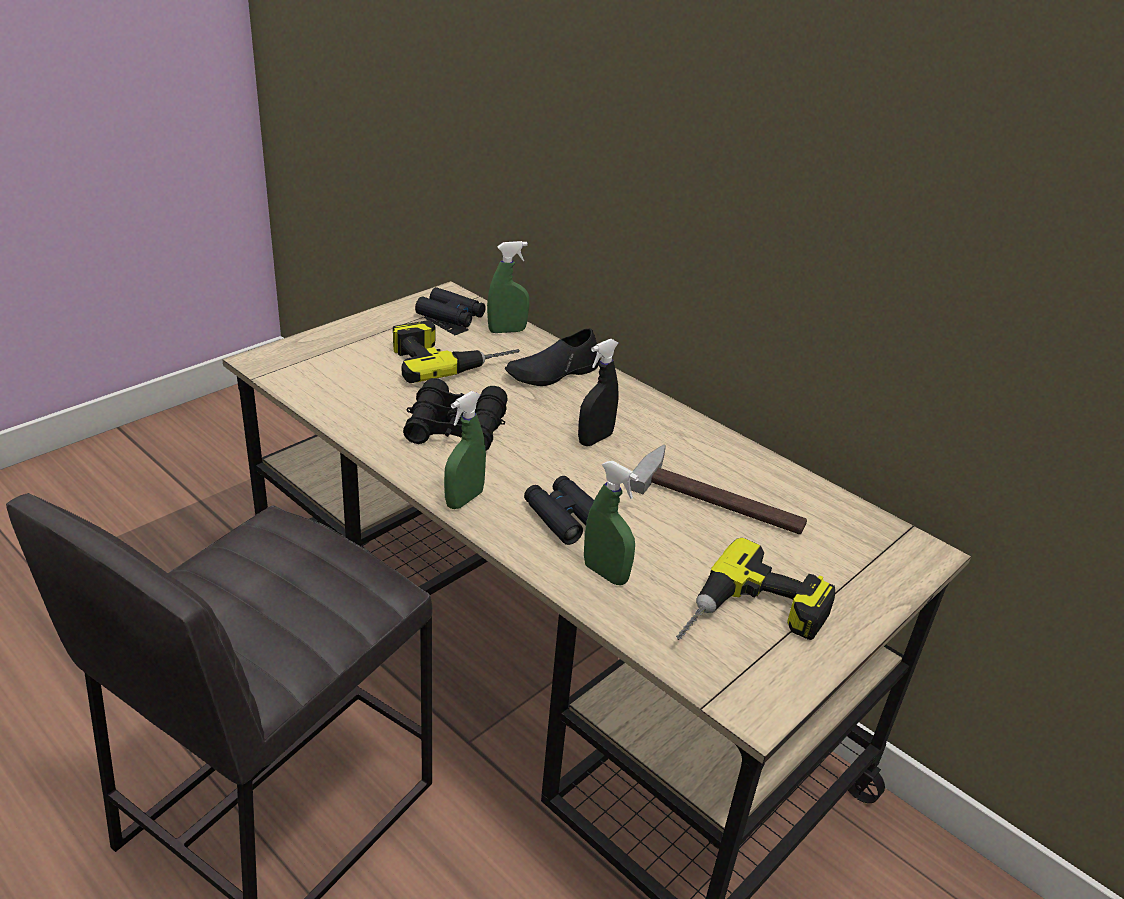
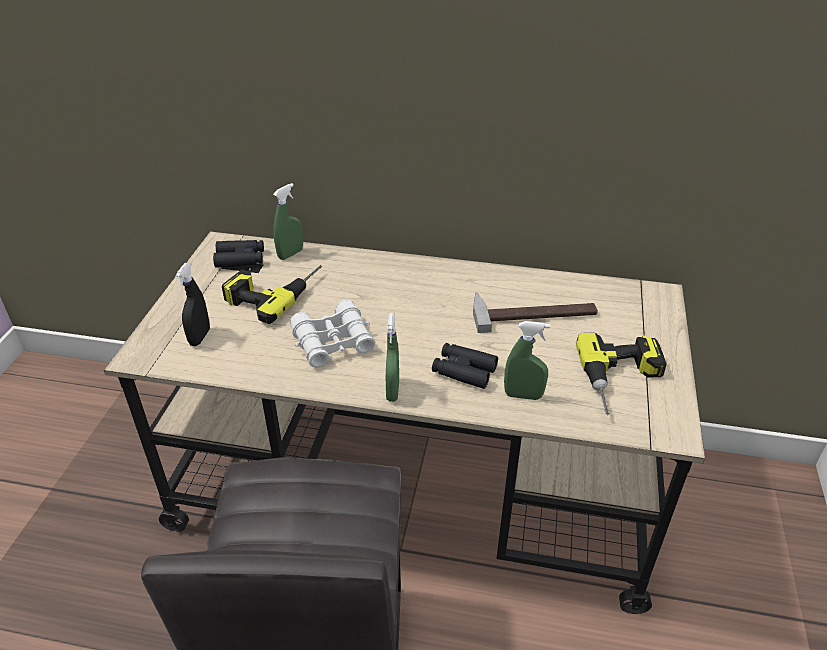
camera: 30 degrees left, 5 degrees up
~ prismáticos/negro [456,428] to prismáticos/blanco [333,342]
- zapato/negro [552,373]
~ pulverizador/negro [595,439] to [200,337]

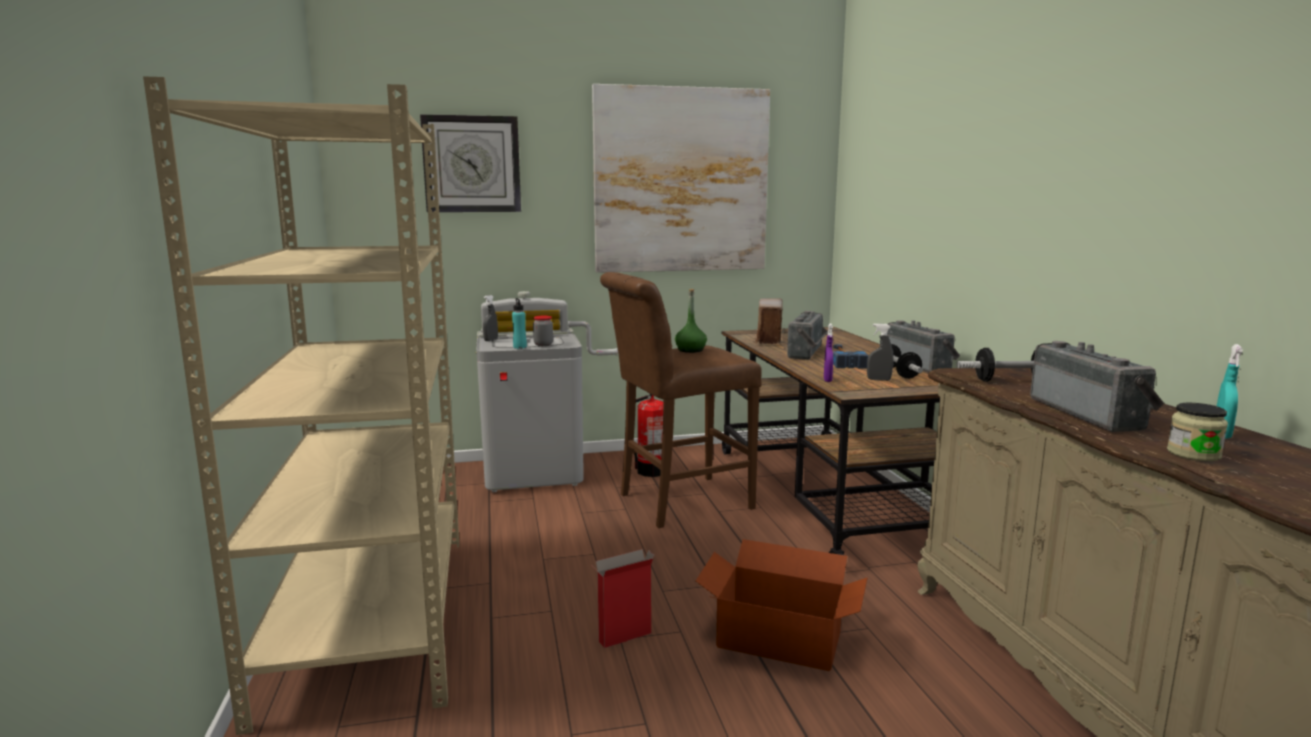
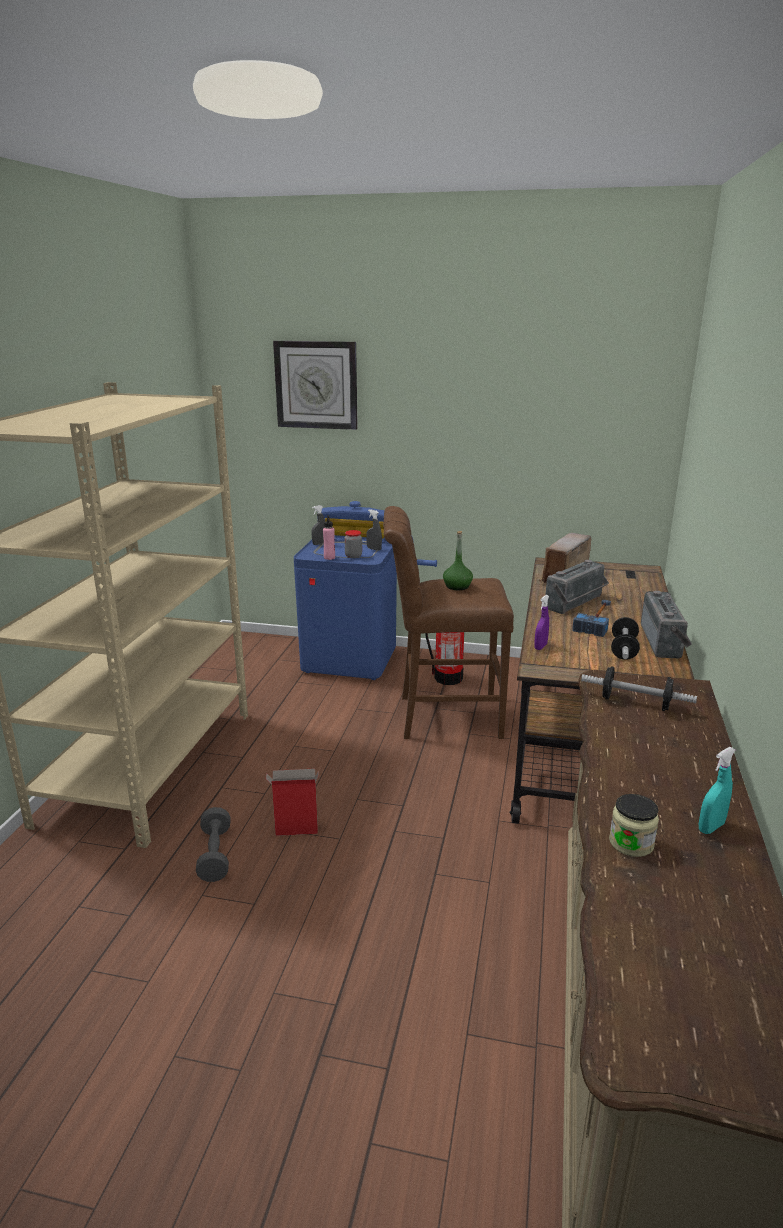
camera: 25 degrees right, 10 degrees up
~ lavadora/gris [535,473] to lavadora/azul [352,660]
~ botella/turquesa [520,347] to botella/rosa [329,557]
- cuadro [681,181]
- caja de cartón [780,640]
~ pulverizador/gris [879,380] to [374,549]
- radio [1090,414]
+ mancuerna/gris [215,855]

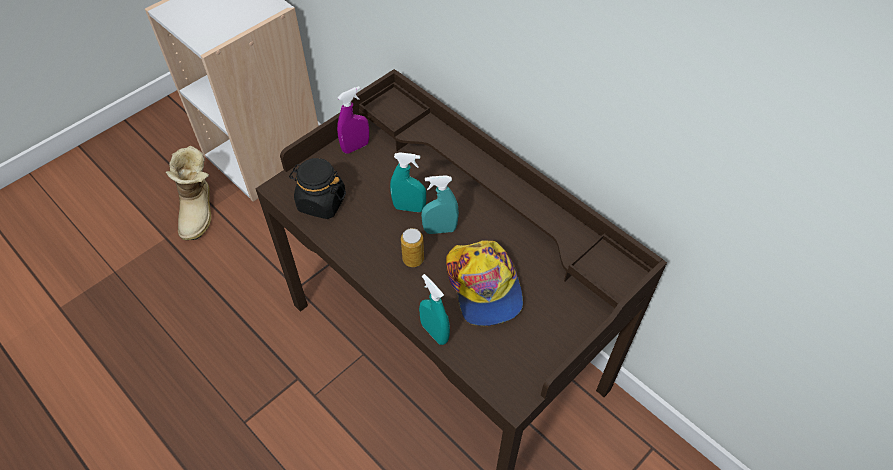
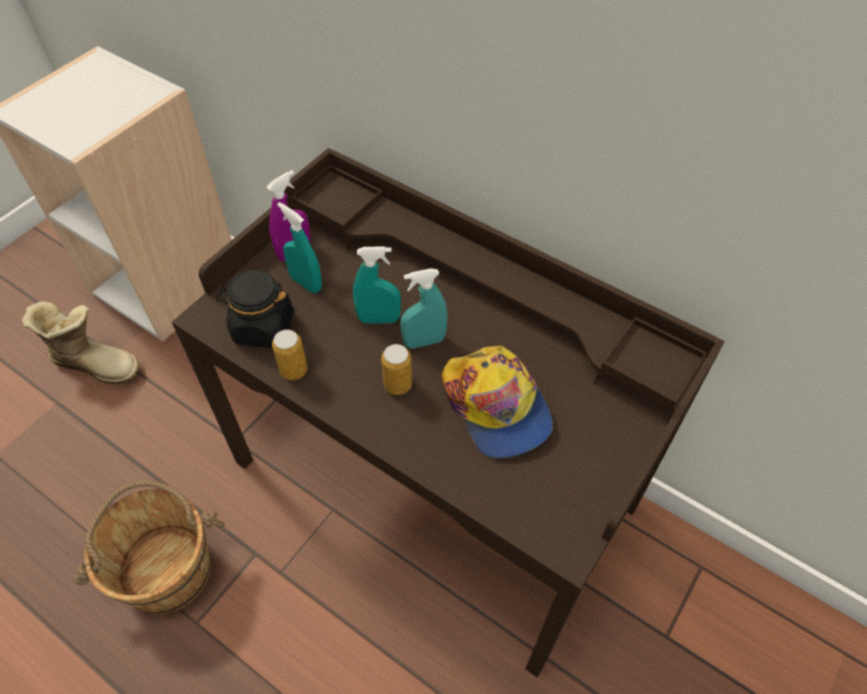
camera: 10 degrees left, 0 degrees up
~ bota [199,211] = [96,362] 60 degrees counterclockwise
~ pulverizador/turquesa [434,332] to [306,283]
+ cubo/marrón [167,568]
+ lata [294,370]

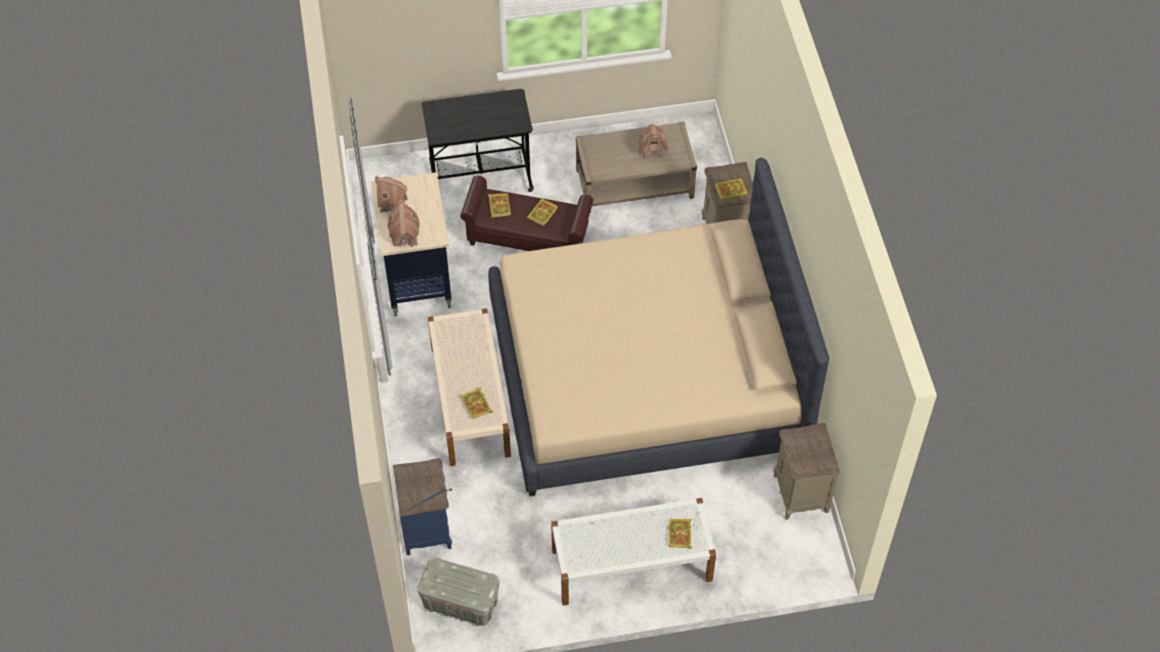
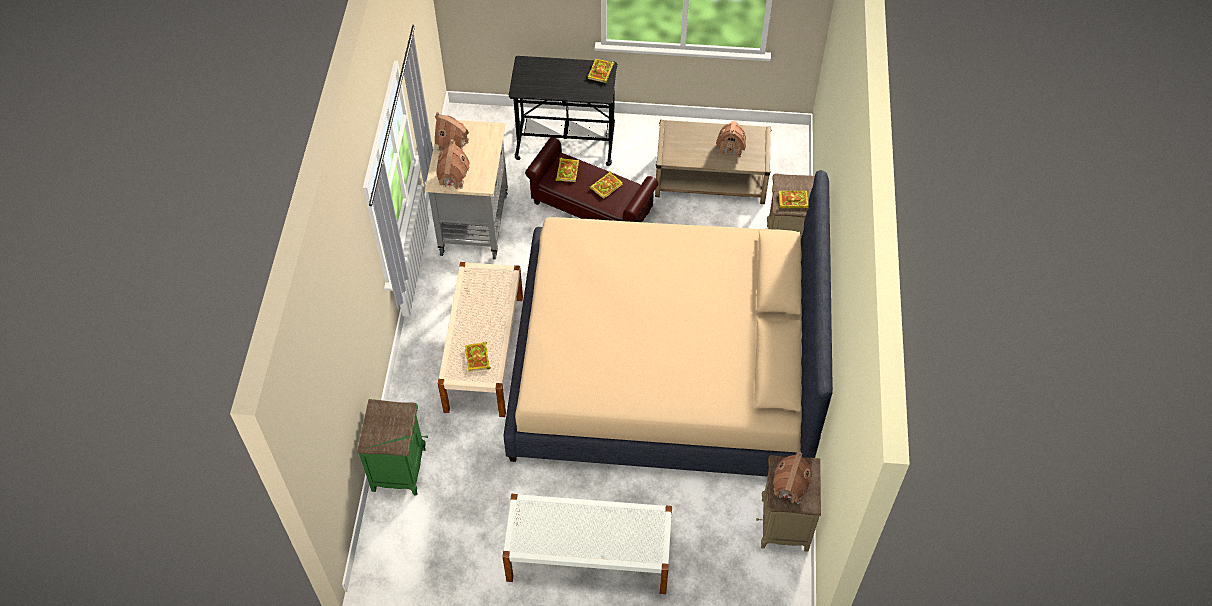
camera: 15 degrees right, 0 degrees up
~ carrito/azul [416,277] to carrito/gris [473,223]
~ mesita de noche/azul [427,528] to mesita de noche/verde [400,469]
- caja de almacenaje/gris [461,603]
~ libro [680,535] to [601,72]
+ casita [789,487]

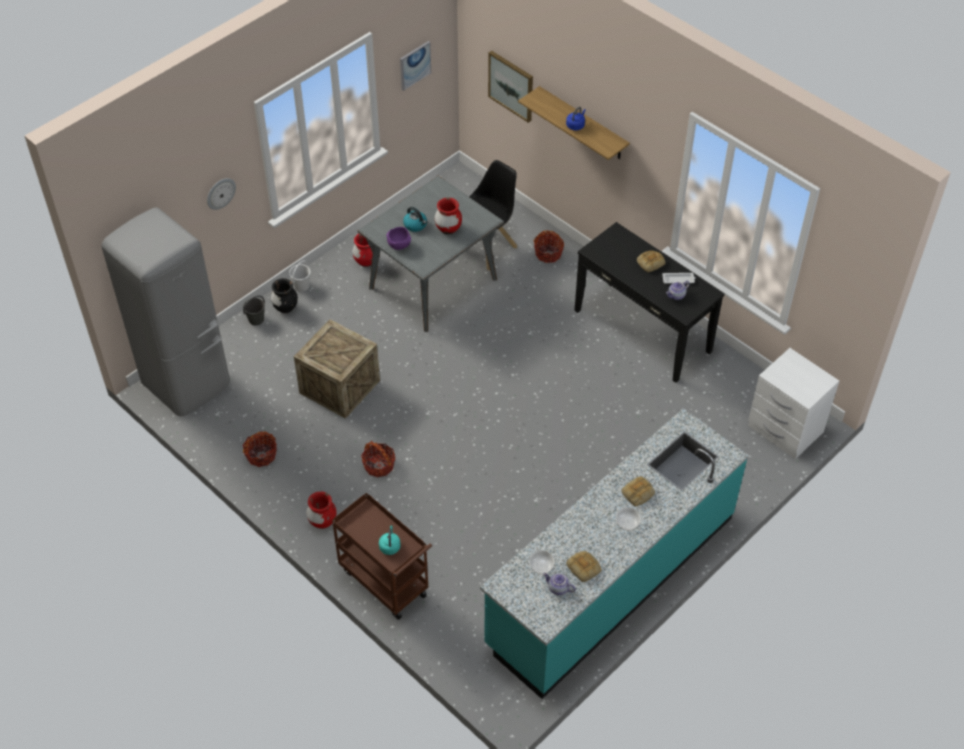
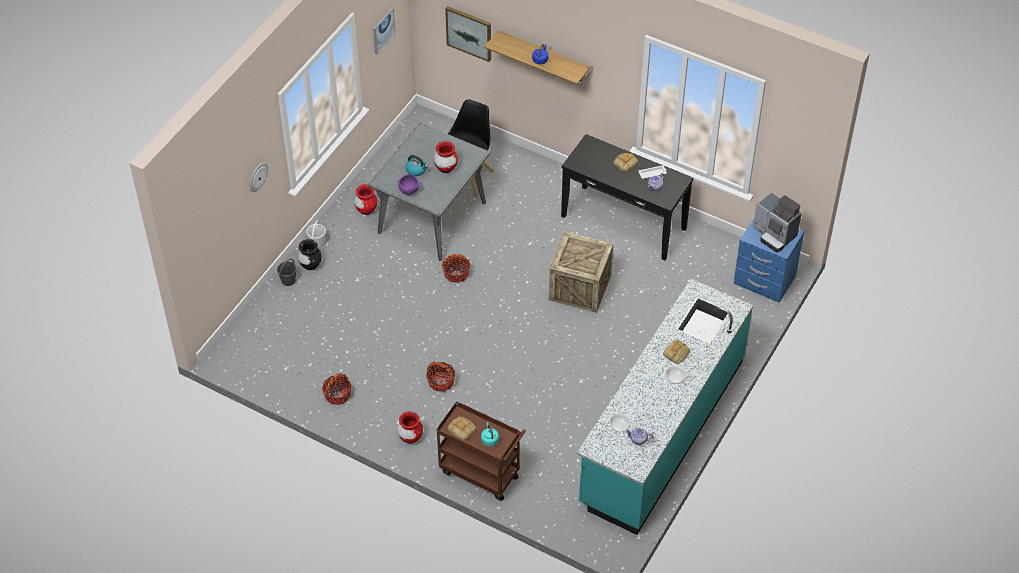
camera: 15 degrees left, 0 degrees up
- nevera/gris [189,384]
~ caja de embalaje [339,387] to [580,288]
~ cesta [548,254] to [456,273]
~ pan [584,568] to [462,429]
~ mesita de noche/blanco [784,430] to mesita de noche/azul [764,281]
+ cafetera [774,235]

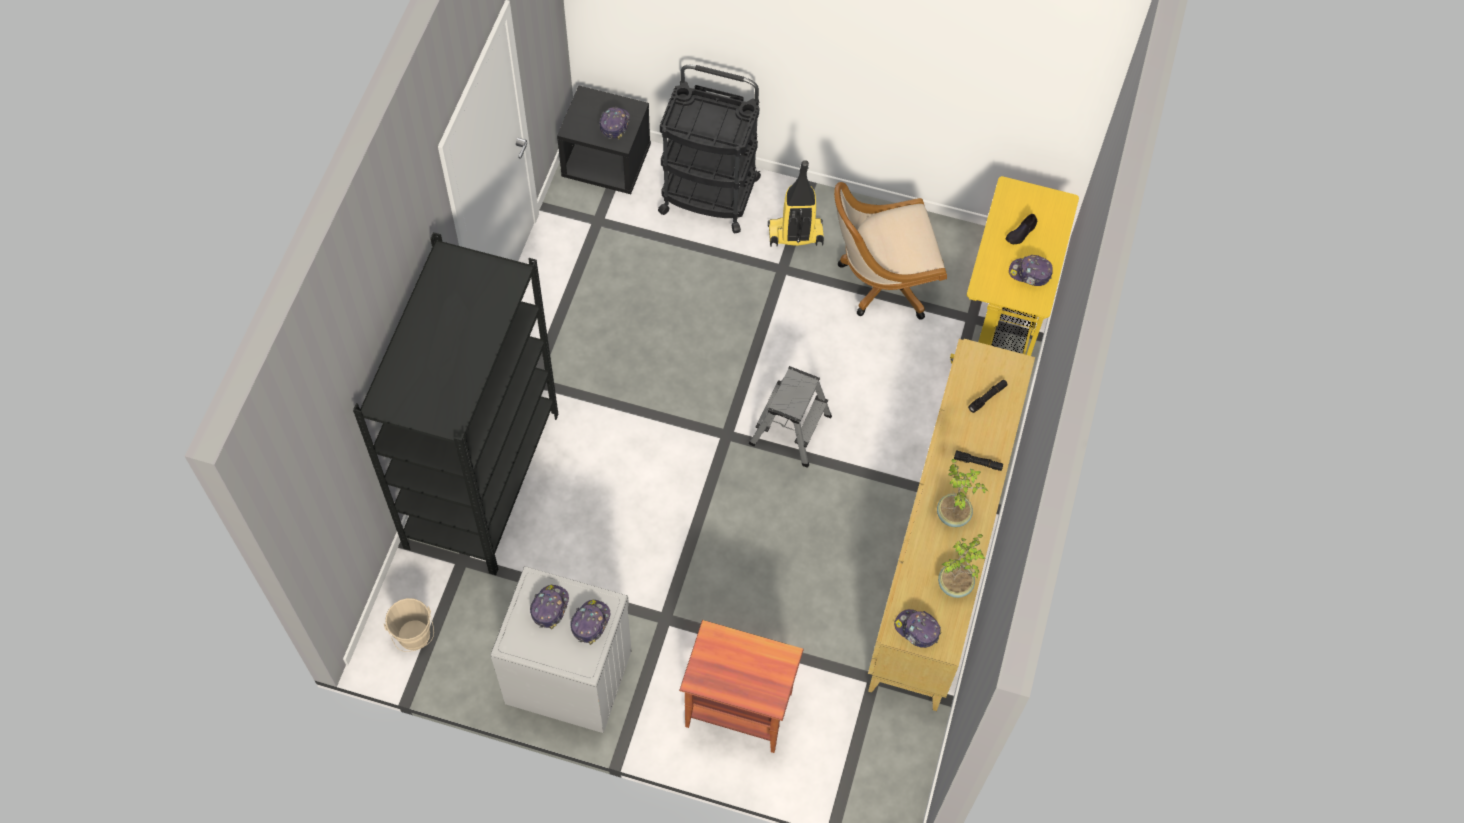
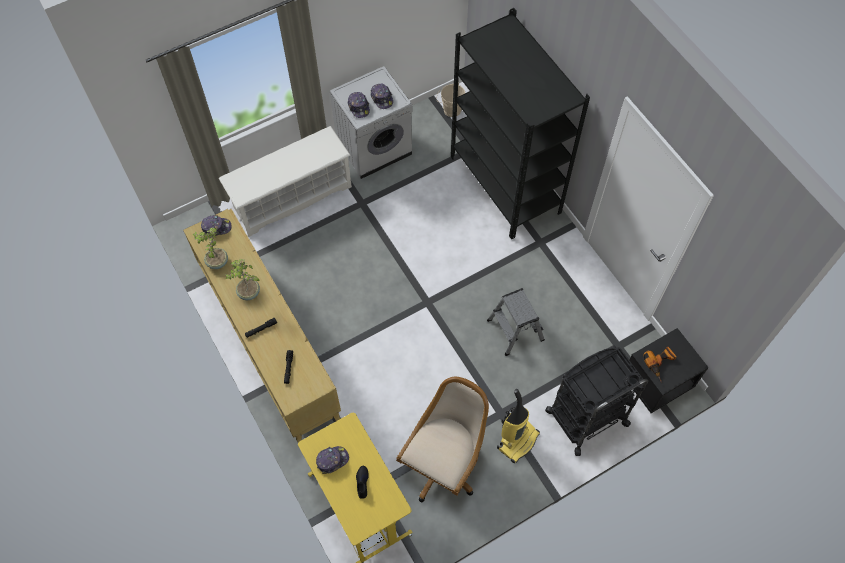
camera: 135 degrees right, 0 degrees up
~ gorra [614,124] to taladro [660,363]
~ mesita de noche [737,710] to zapatero/blanco [292,197]
~ escalera de tijera/gris [790,429] to [515,330]

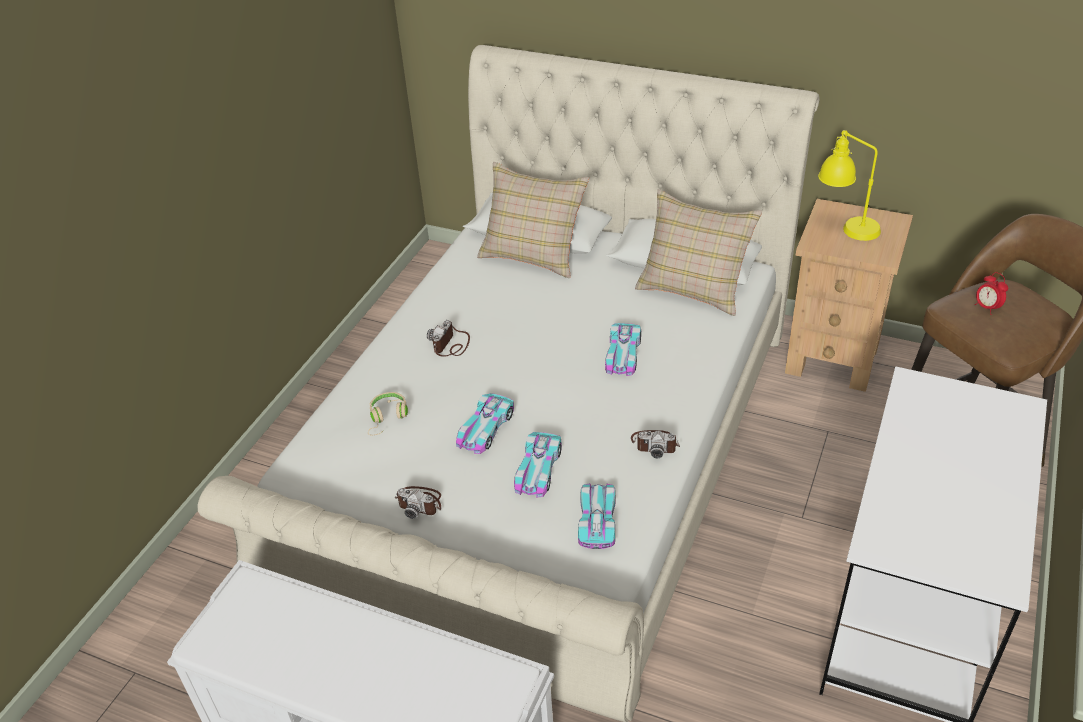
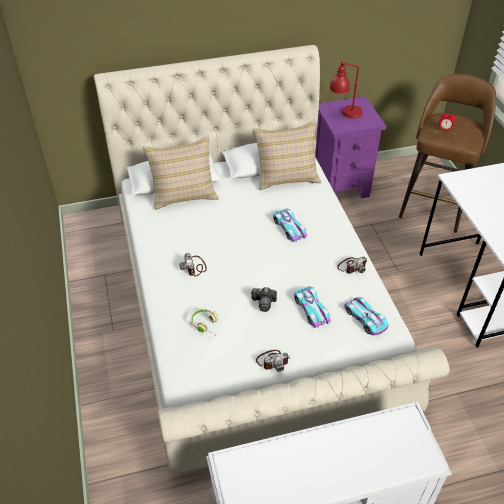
camera: 40 degrees left, 5 degrees up
~ coche de juguete [485,428] to cámara [264,302]
~ mesita de noche/beis [833,359] to mesita de noche/morado [342,187]
~ lámpara de mesa/amarillo [845,229] to lámpara de mesa/rojo [344,115]

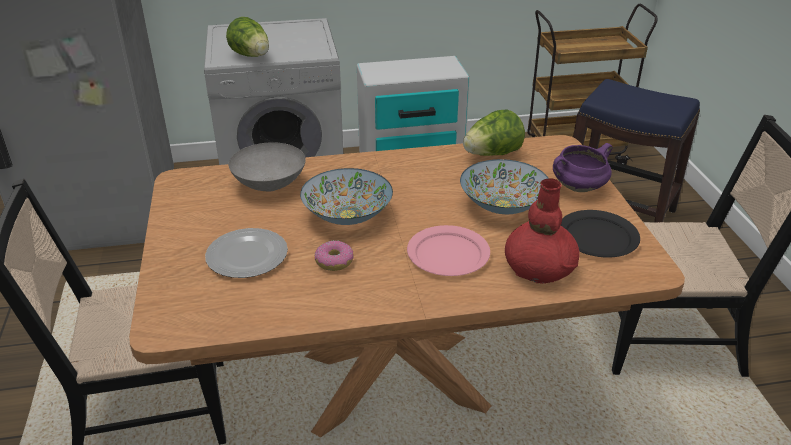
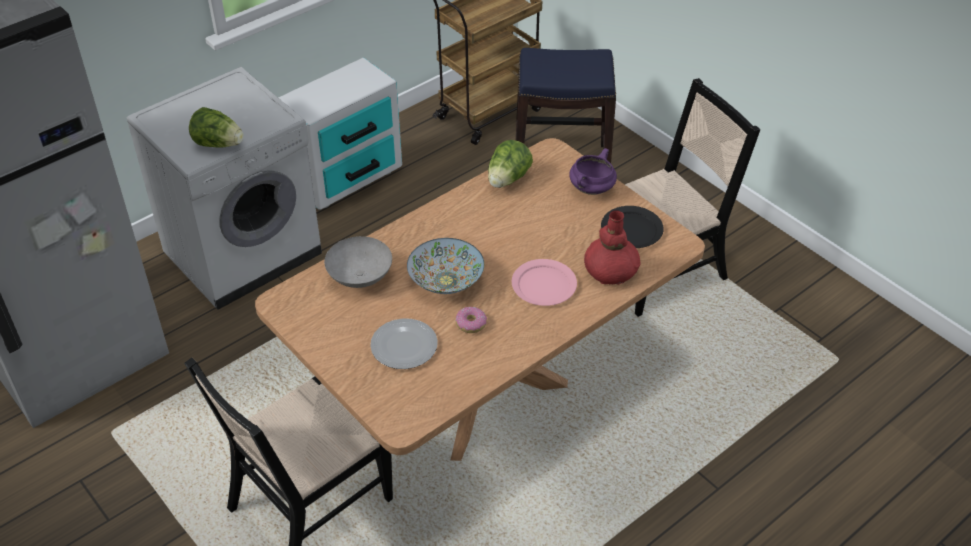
camera: 30 degrees left, 10 degrees up
- cuenco [503,205]

